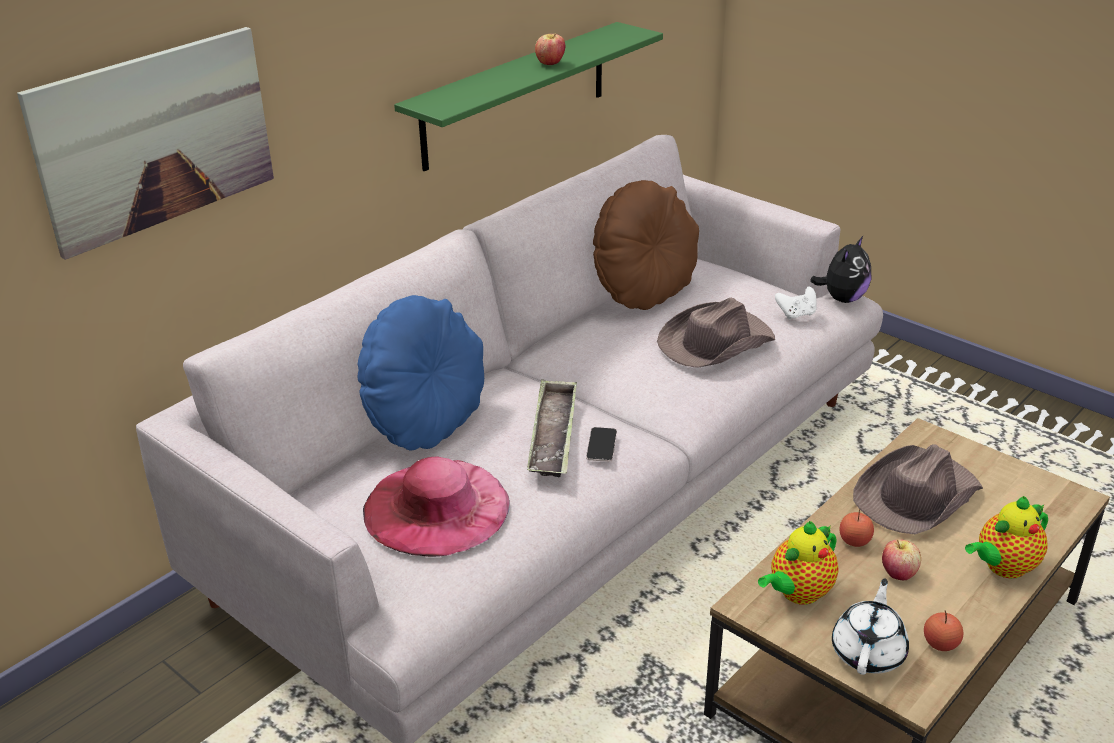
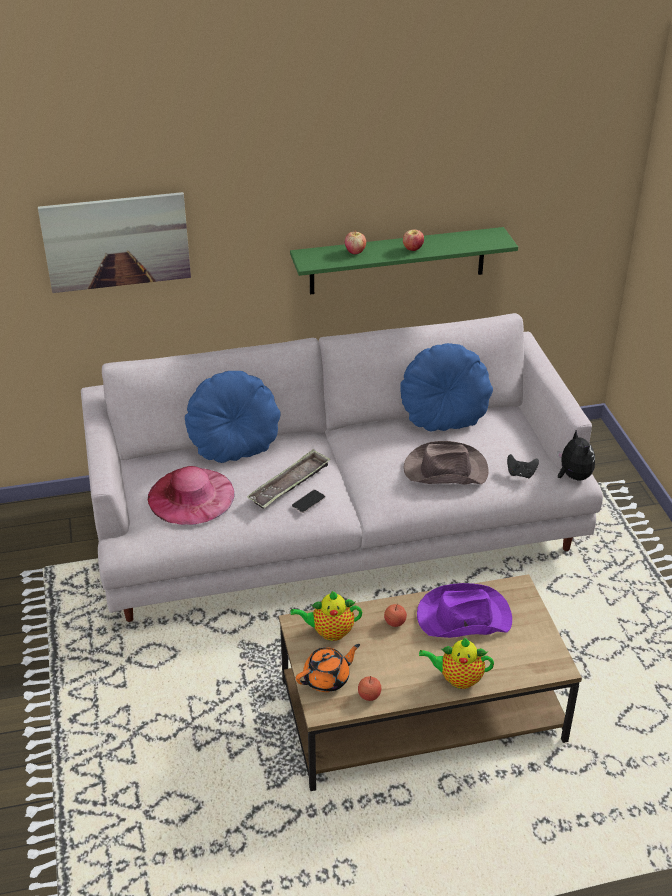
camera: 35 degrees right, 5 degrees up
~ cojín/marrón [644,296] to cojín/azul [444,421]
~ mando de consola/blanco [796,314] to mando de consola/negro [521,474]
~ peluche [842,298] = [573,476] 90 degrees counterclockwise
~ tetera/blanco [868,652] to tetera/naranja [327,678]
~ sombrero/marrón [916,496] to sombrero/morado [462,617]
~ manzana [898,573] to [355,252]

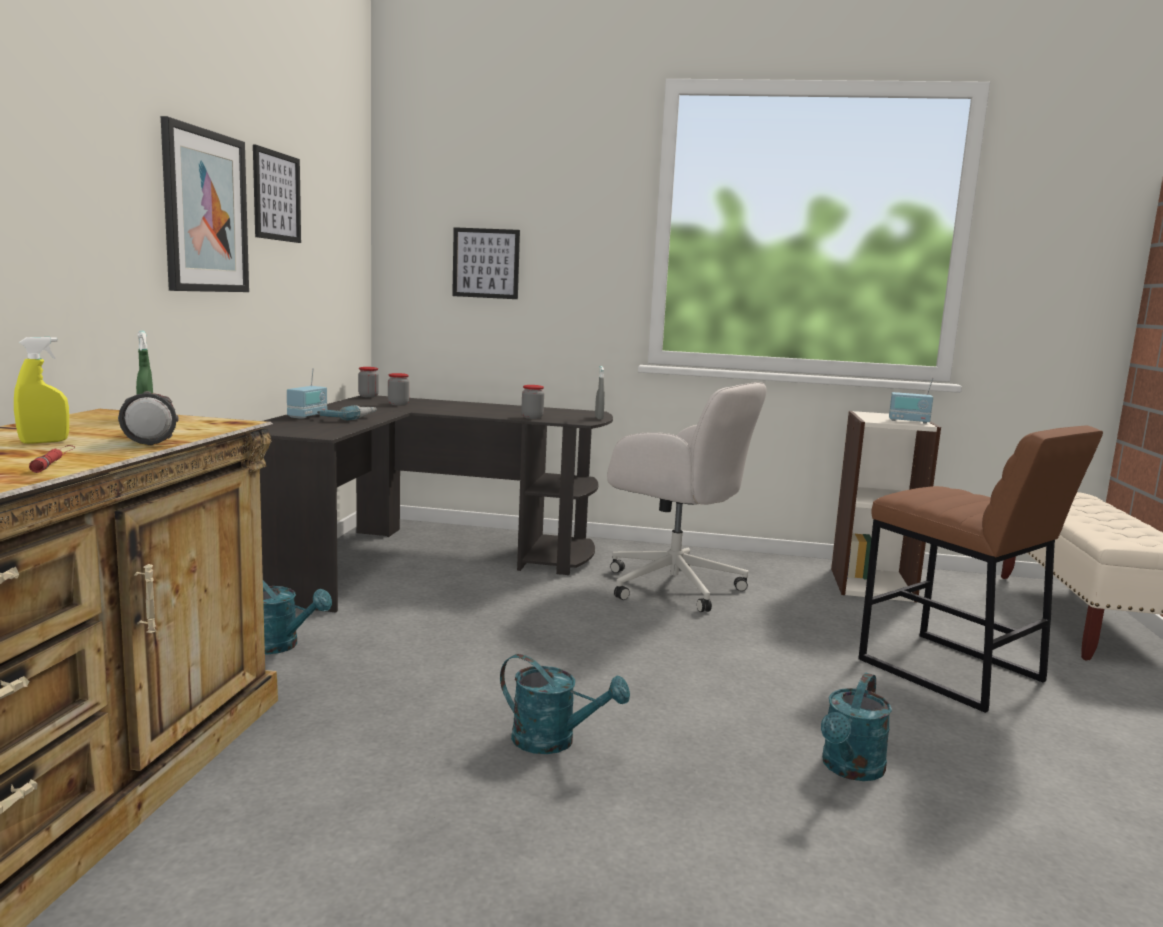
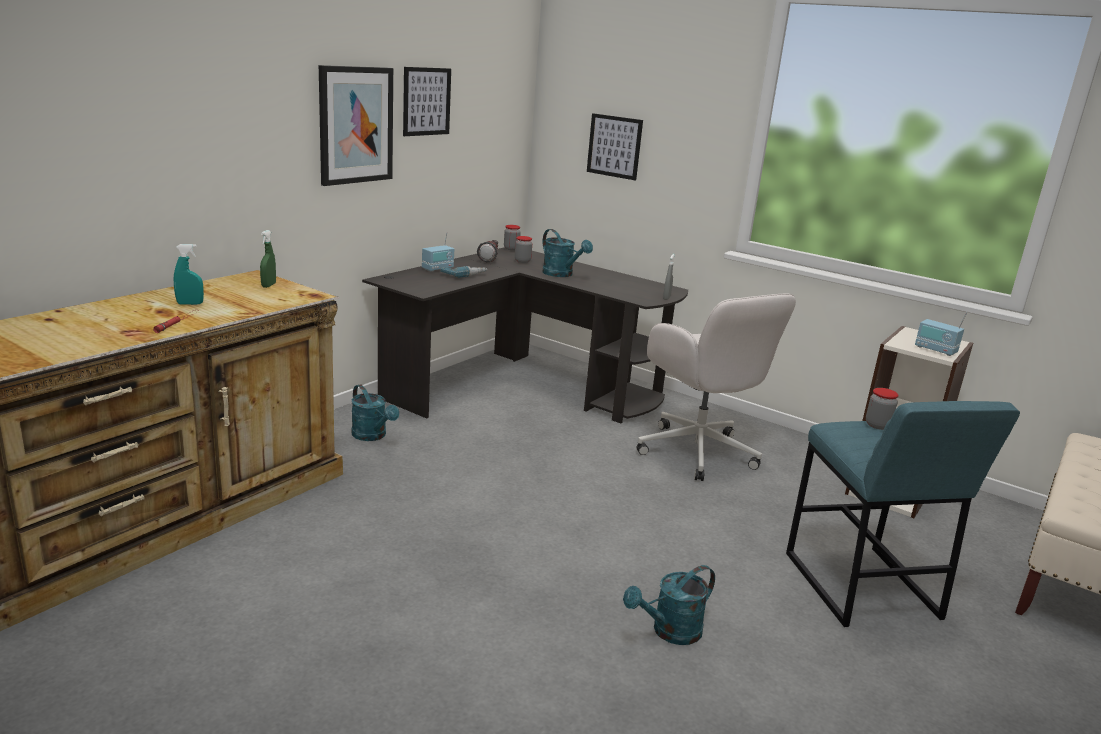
camera: 25 degrees right, 10 degrees up
~ pulverizador/amarillo [44,442] to pulverizador/turquesa [190,304]
~ linterna [156,437] to [490,258]
~ regadera/turquesa [554,741] to [562,274]
~ tarro [532,417] to [877,425]
~ taburete/marrón [955,672] to taburete/azul [863,587]

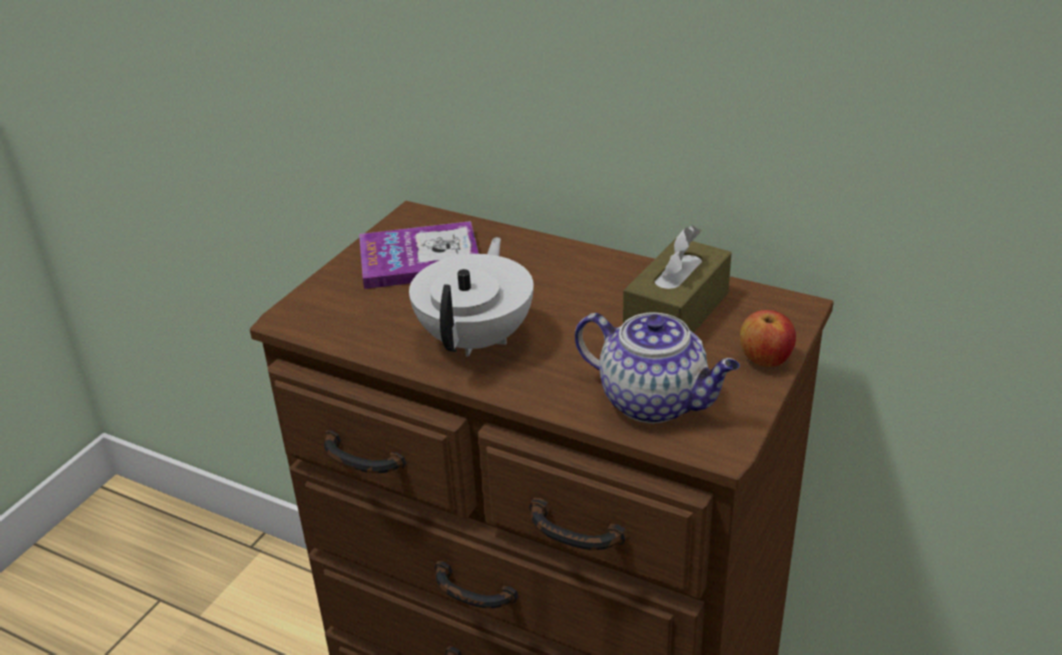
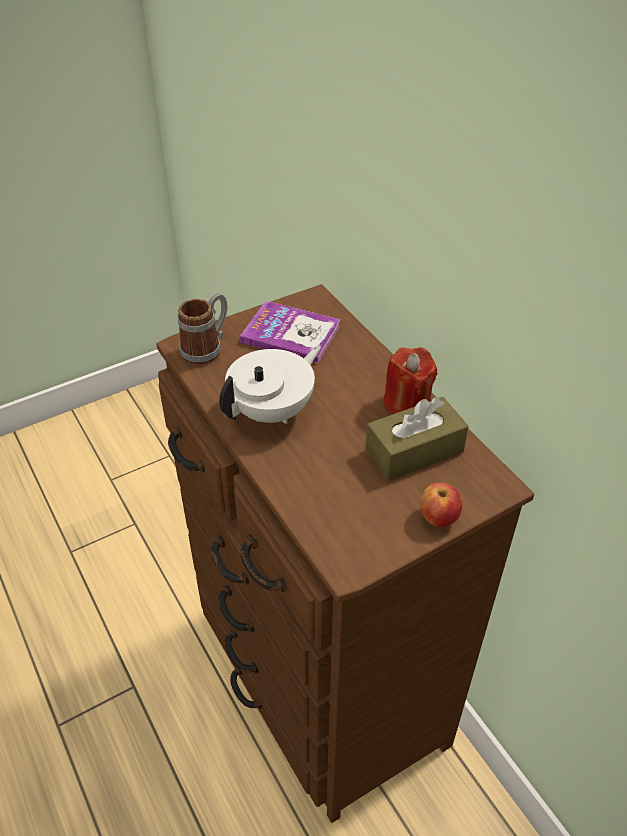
camera: 30 degrees right, 10 degrees up
- tetera [655,401]
+ taza grande [207,348]
+ vela/rojo [407,403]

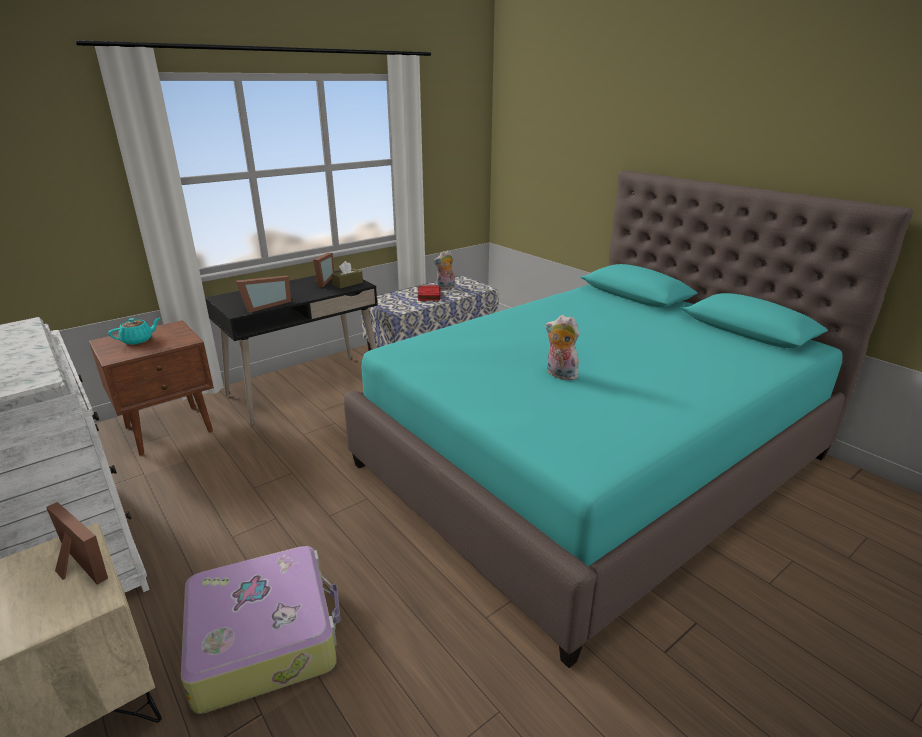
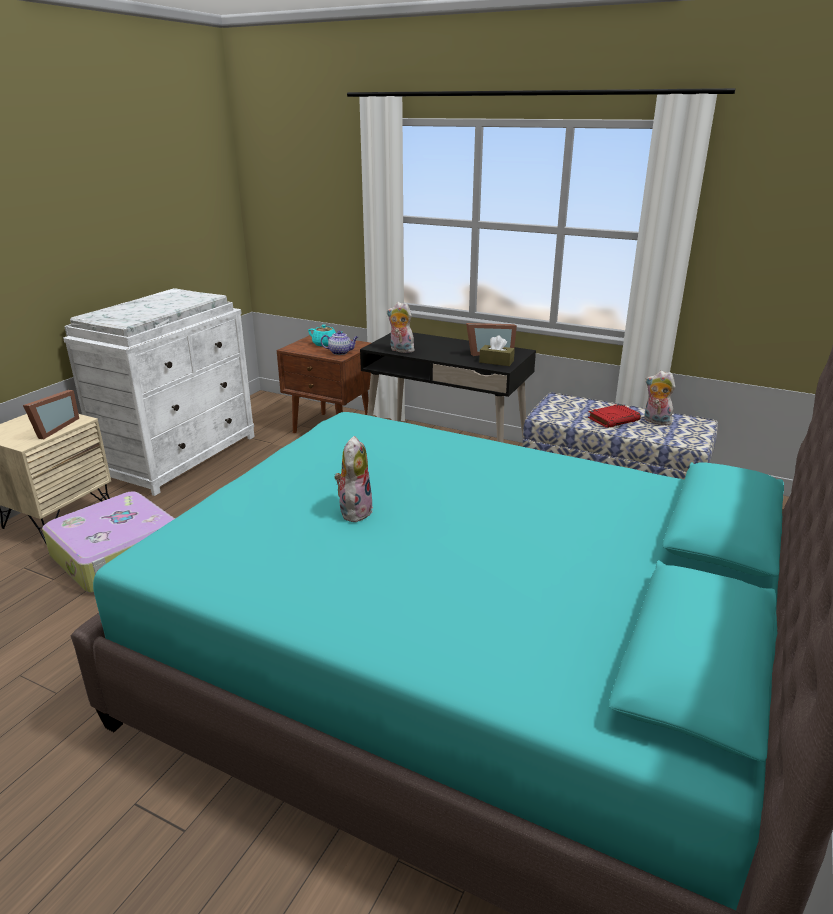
camera: 65 degrees right, 0 degrees up
~ portarretratos [265,305] to peluche [400,350]
+ tetera [340,352]

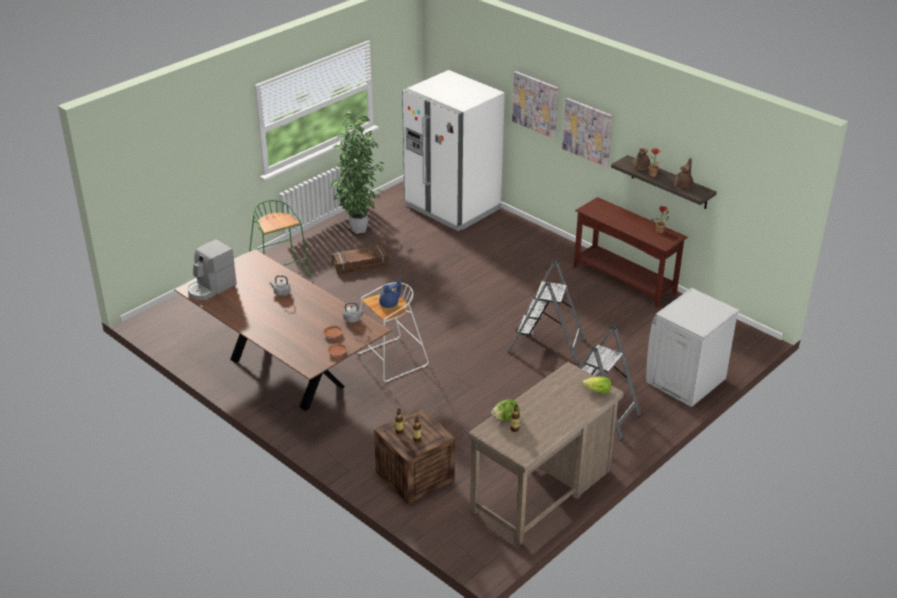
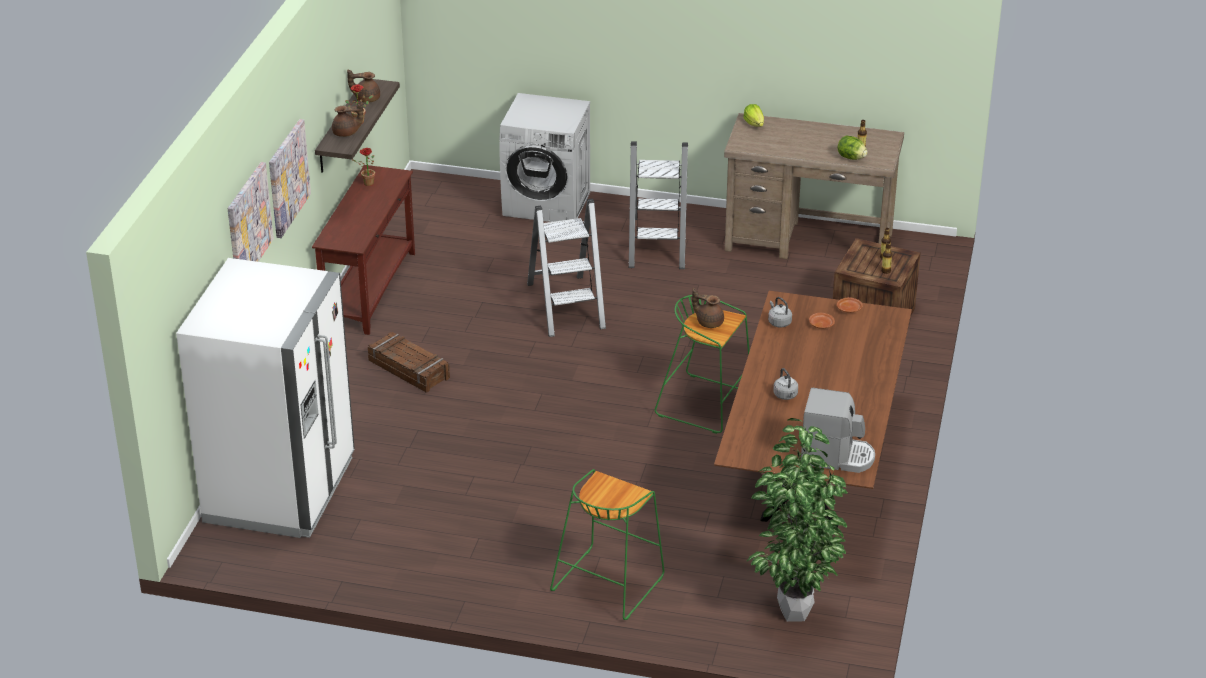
camera: 120 degrees left, 0 degrees up
~ planta en maceta [359,228] to [791,615]
~ caja de embalaje [360,265] to [409,369]
~ taburete/blanco [391,360] to taburete/verde [706,404]
~ tetera/azul [390,304] to tetera/marrón [709,322]

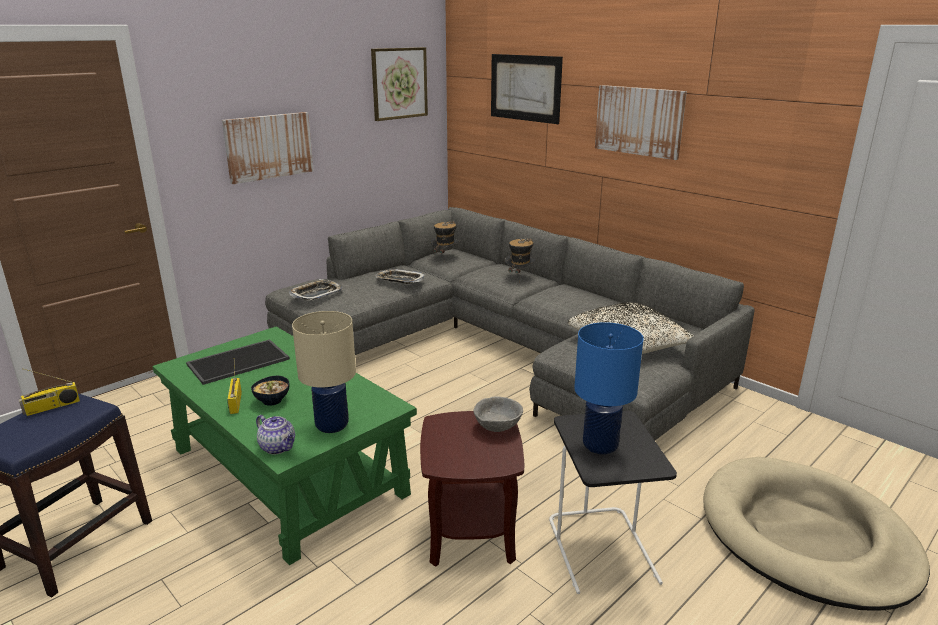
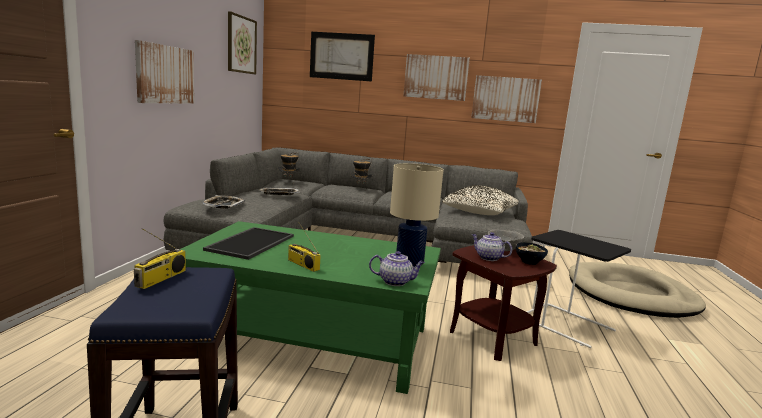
camera: 35 degrees left, 10 degrees down
~ cuenco [273,401] to [530,262]
- lámpara de mesa/azul [599,447]
+ cuadro [505,99]
+ tetera [488,258]

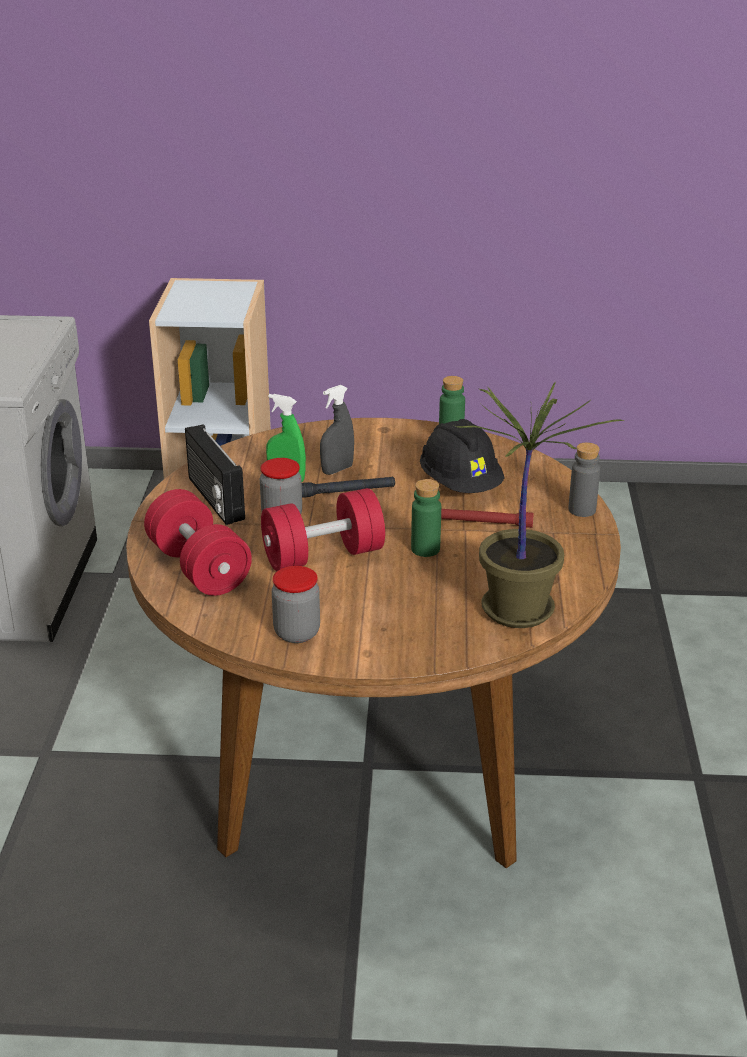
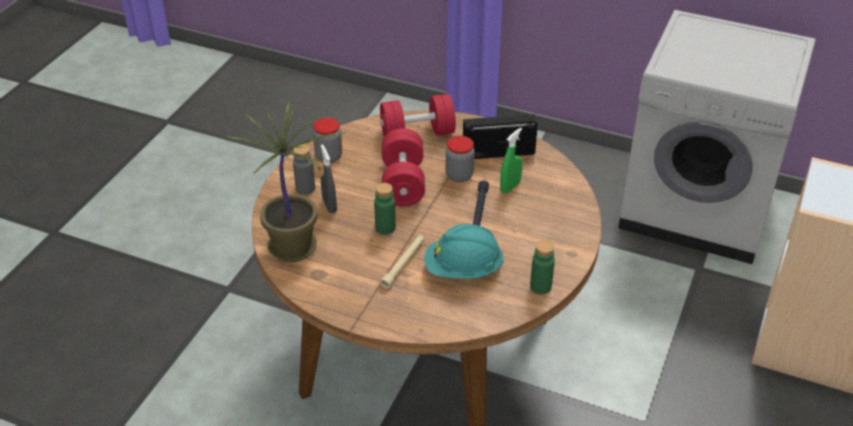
camera: 110 degrees right, 10 degrees up
~ pulverizador/gris [337,470] to [329,206]
~ casco/negro [460,484] to casco/turquesa [463,269]
~ linterna/rojo [482,523] to linterna/beis [403,264]
~ botella/gris [582,510] to [305,188]

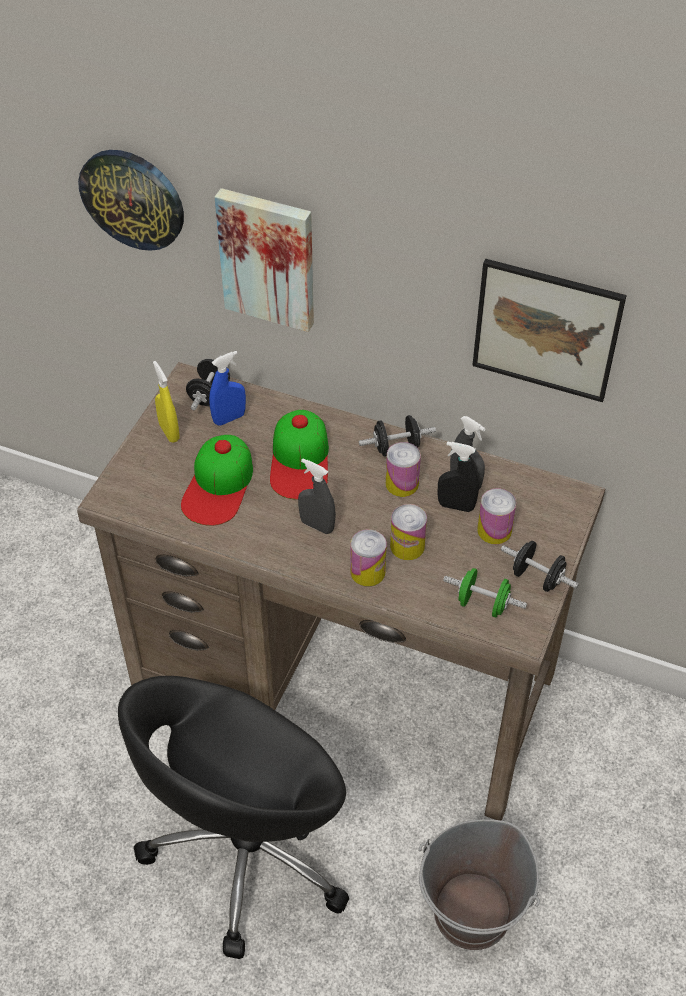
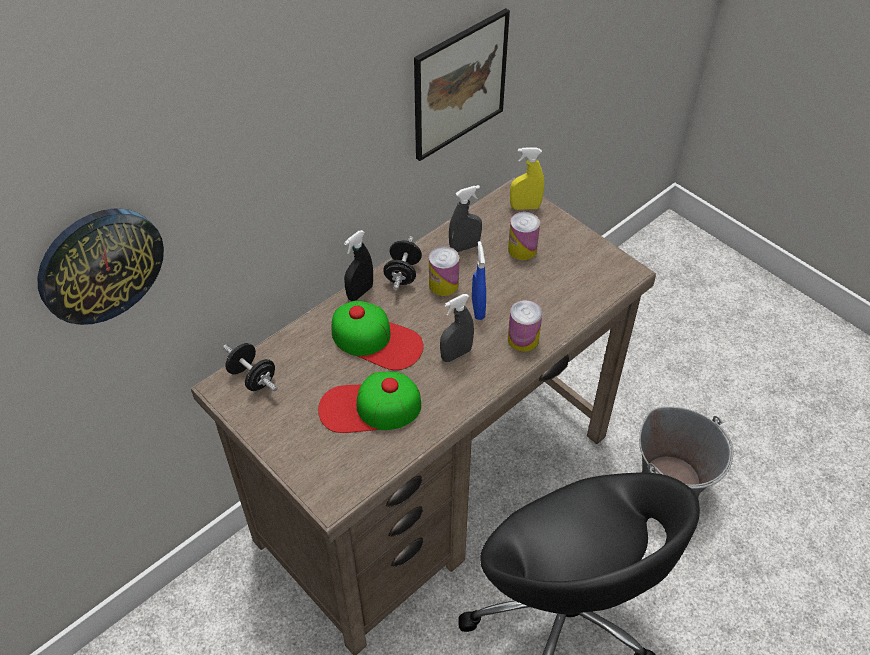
camera: 65 degrees left, 0 degrees up
~ pulverizador/amarillo [169,432] to [525,207]
~ gorra [218,485] = [369,407] 135 degrees clockwise
~ pulverizador/azul [229,418] to [478,309]
- cuadro [268,257]
- lata [407,546]
~ pulverizador/negro [456,506] to [360,292]
- mancuerna/verde [483,604]
- mancuerna/negro [537,577]

